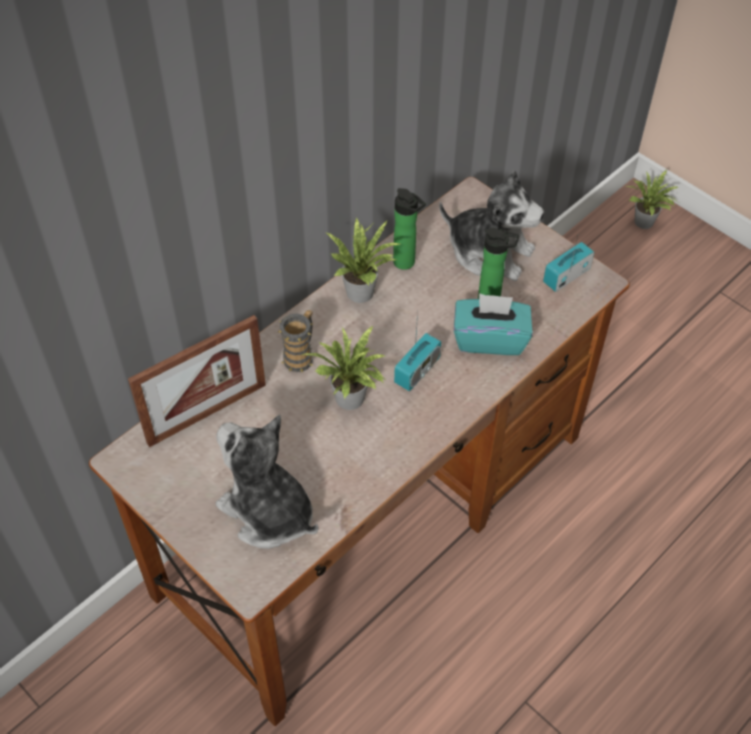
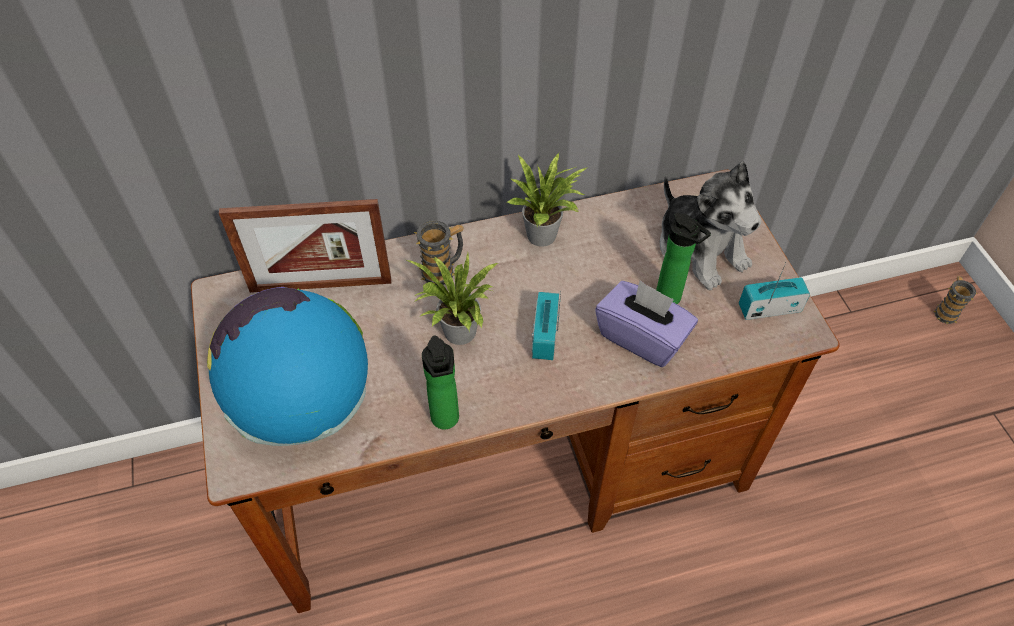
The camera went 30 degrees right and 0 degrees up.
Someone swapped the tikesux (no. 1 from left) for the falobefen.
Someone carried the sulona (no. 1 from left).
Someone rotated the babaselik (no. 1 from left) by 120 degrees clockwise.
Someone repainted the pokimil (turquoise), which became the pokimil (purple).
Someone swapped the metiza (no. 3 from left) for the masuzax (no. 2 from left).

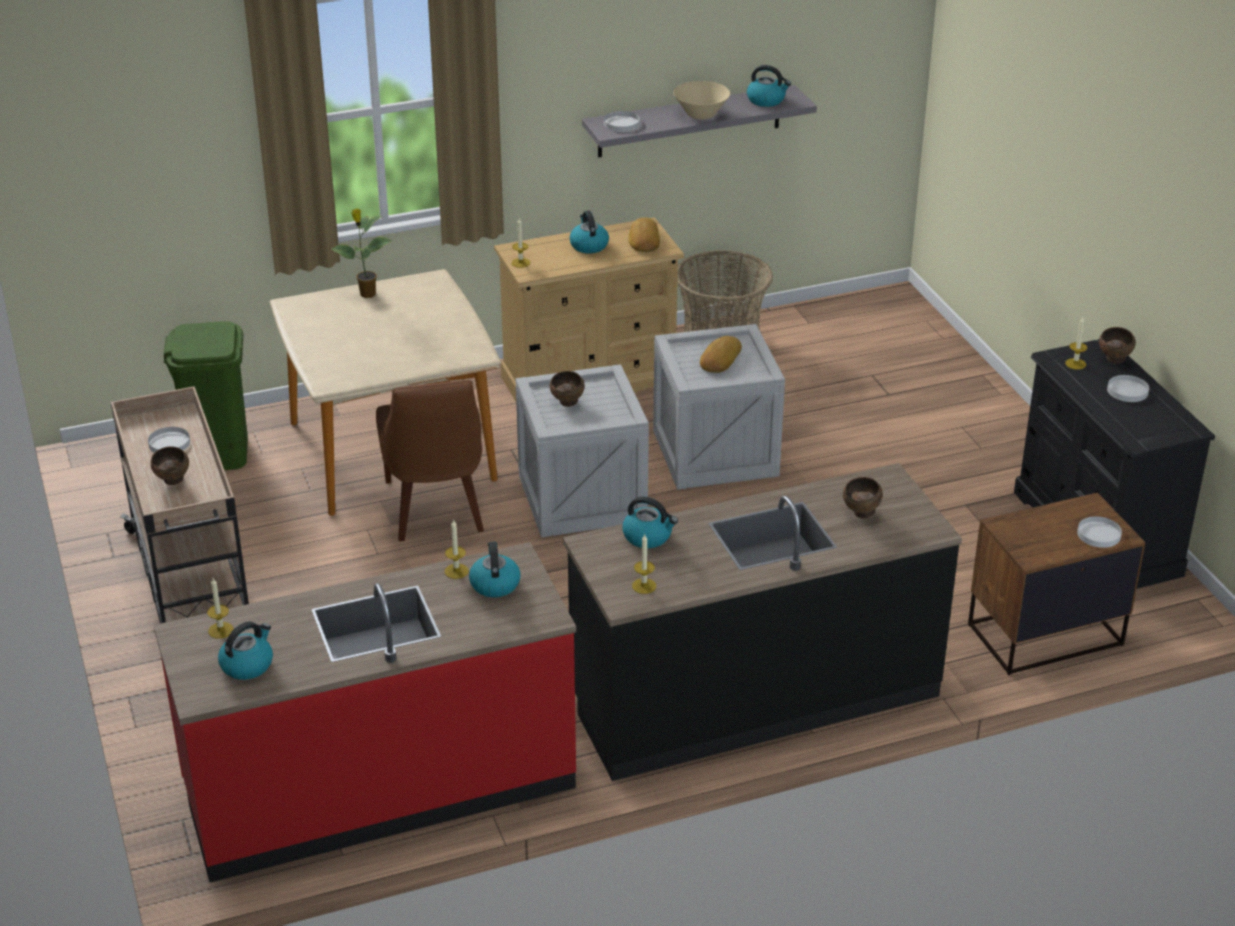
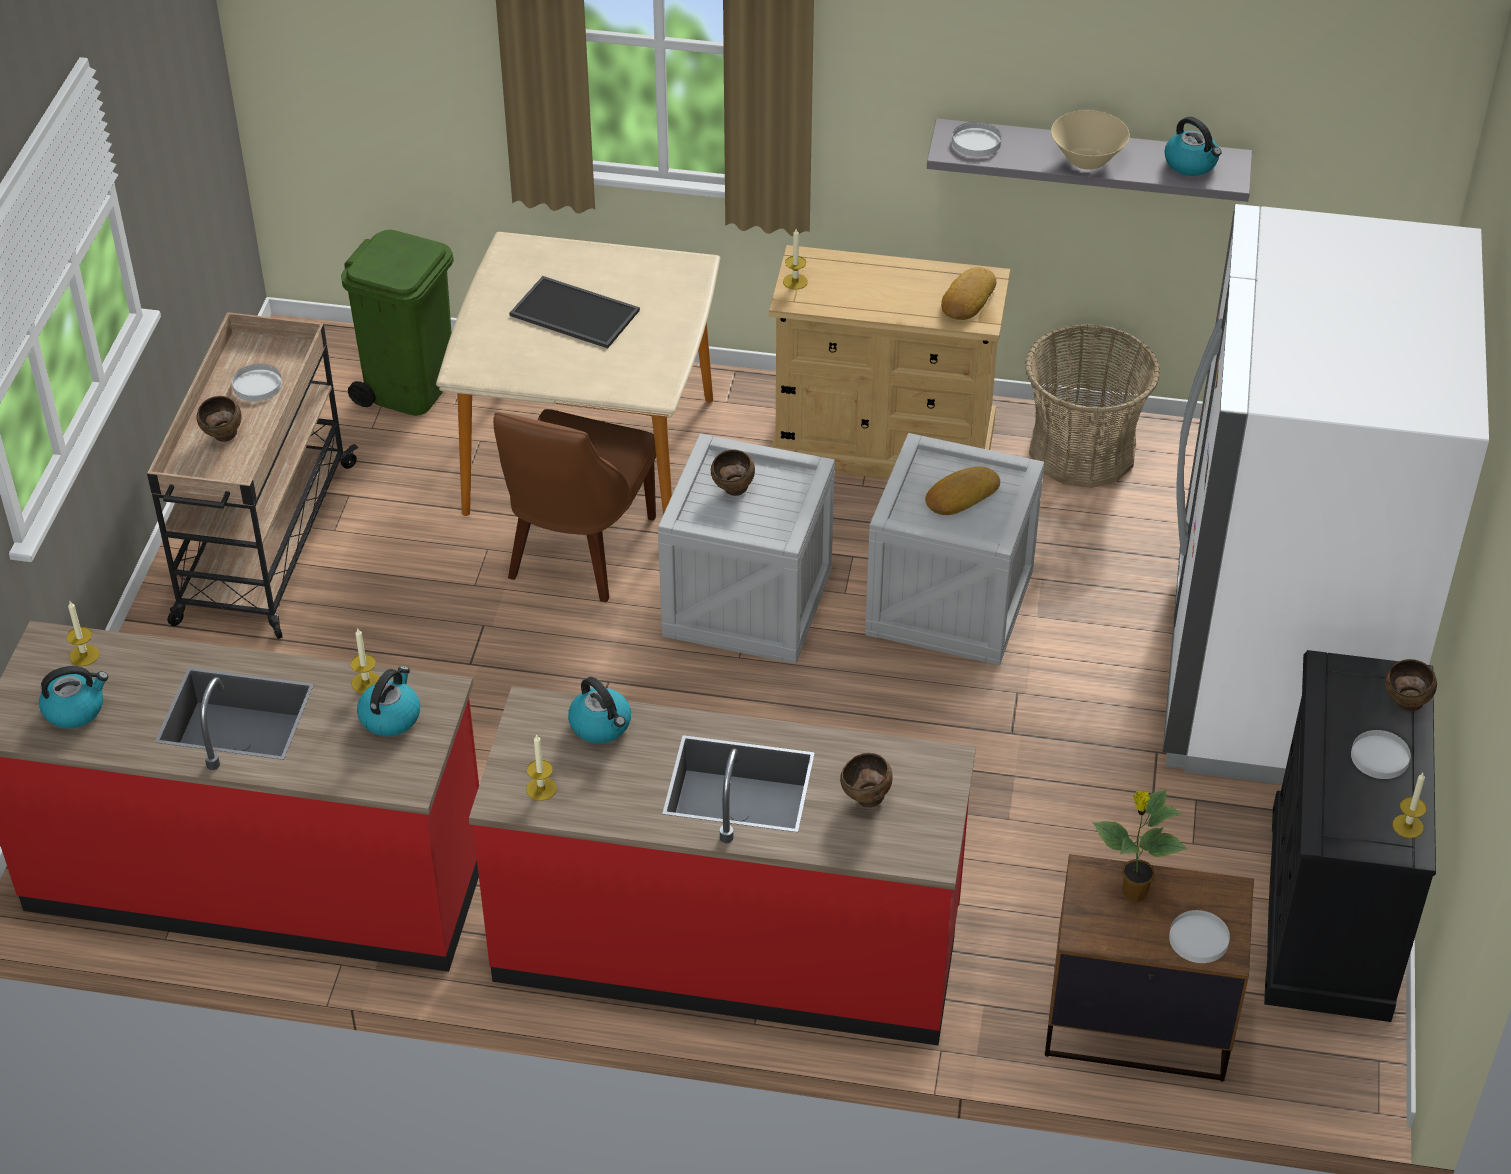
The camera went 30 degrees right and 10 degrees up.
Someone carried the metiza.
Someone repainted the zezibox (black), which became the zezibox (red) (no. 2 from left).
Someone took away the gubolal (no. 3 from left).
Someone carried the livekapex (no. 5 from left).
Someone put down the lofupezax.
Someone put down the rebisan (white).

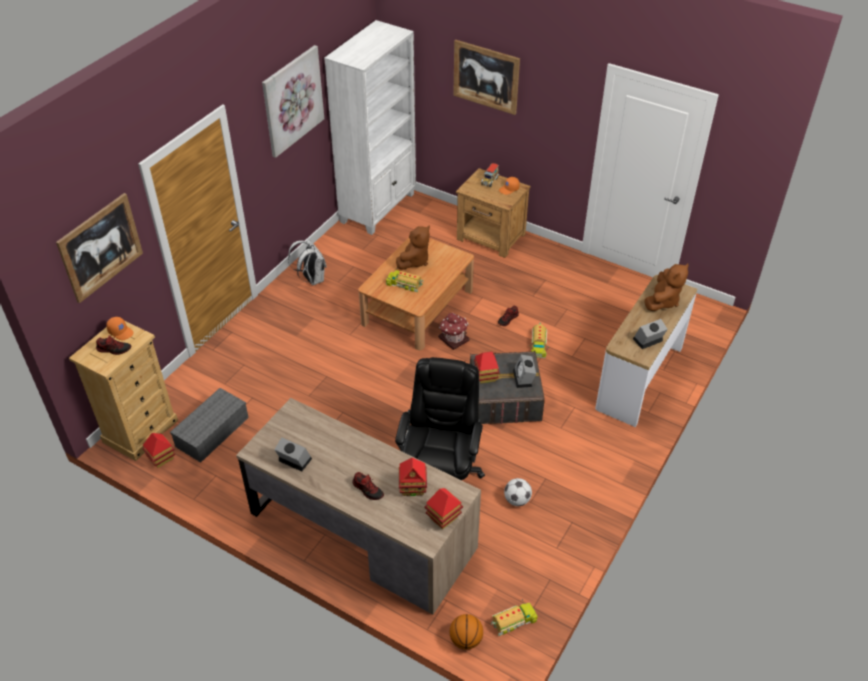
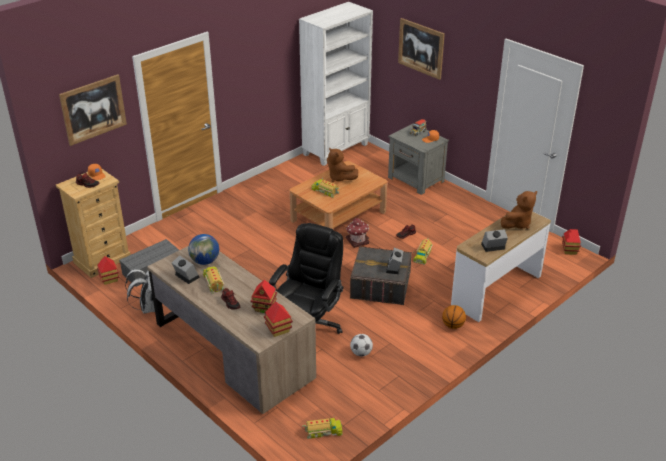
The camera went 15 degrees right and 10 degrees down.
Someone took away the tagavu (no. 2 from left).
Someone carried the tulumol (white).
Someone rotated the tikesux (brown) (no. 1 from left) by 90 degrees clockwise.
Someone carried the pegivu.
Someone repainted the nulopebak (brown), which became the nulopebak (grey).
Someone carried the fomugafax (no. 5 from left).
Someone put down the falobefen.
Someone put down the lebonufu (no. 1 from left).

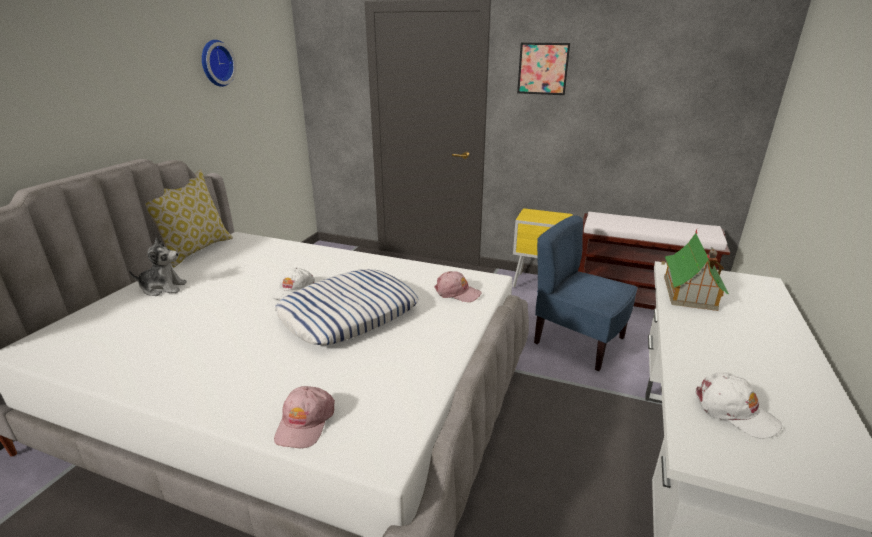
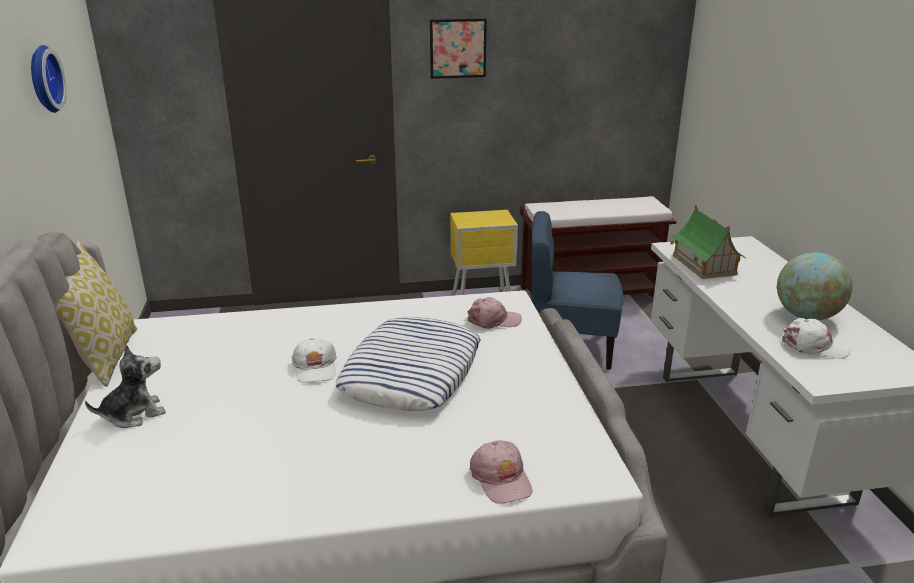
The camera went 30 degrees left and 0 degrees up.
Someone put down the falobefen.

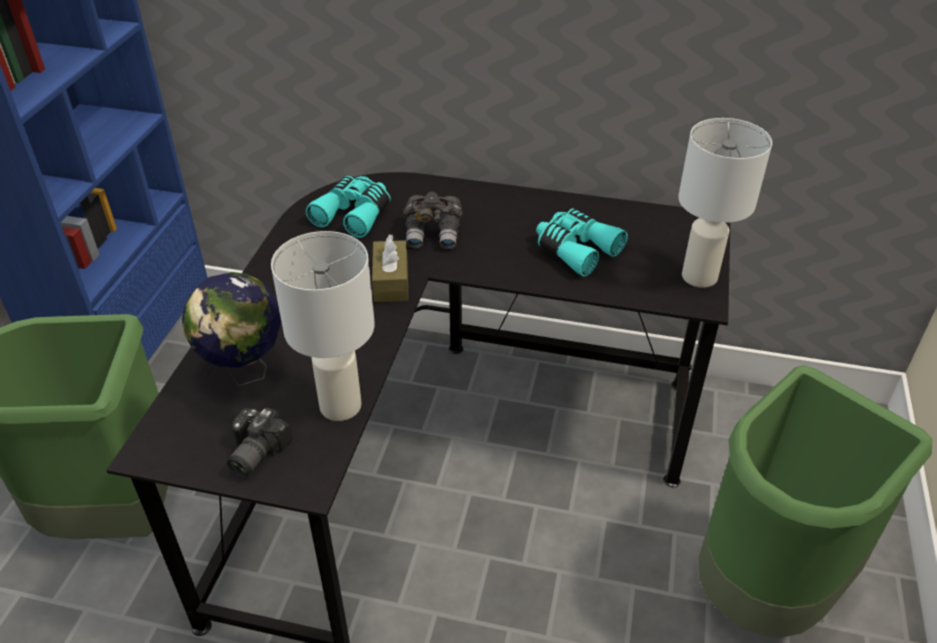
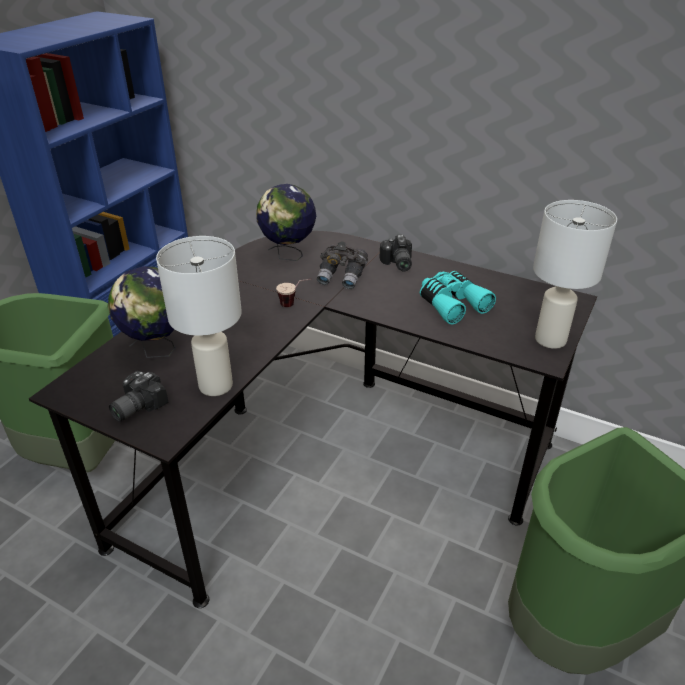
The camera went 15 degrees right and 5 degrees down.
Someone swapped the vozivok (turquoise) (no. 1 from left) for the falobefen (no. 2 from left).
Someone swapped the pokimil (brown) for the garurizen.
Someone put down the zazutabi (no. 2 from left).

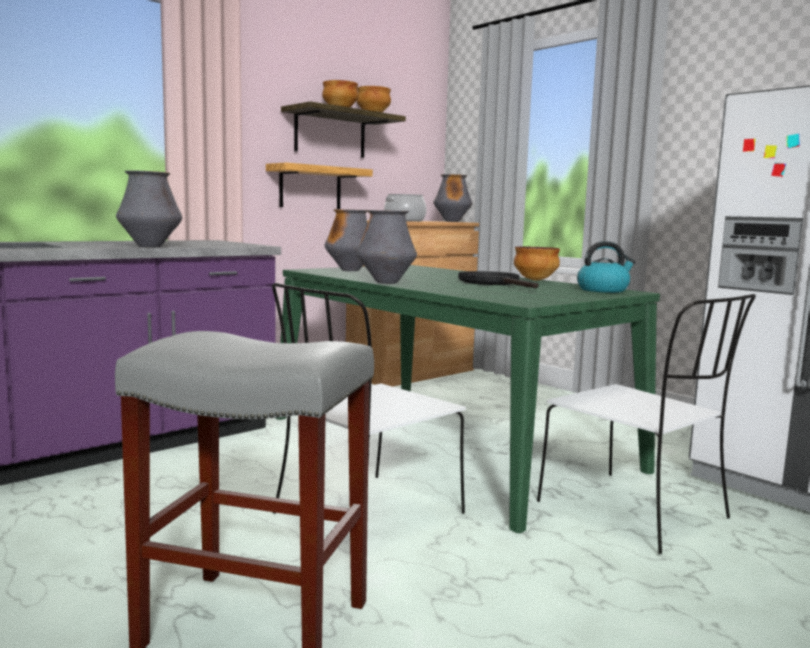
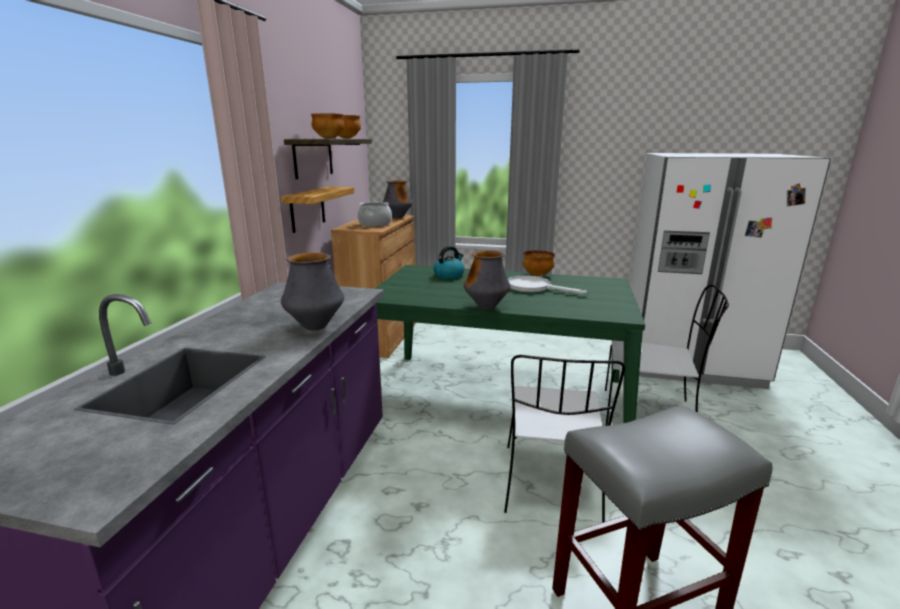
The camera went 35 degrees left and 10 degrees up.
Someone took away the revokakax (no. 2 from left).
Someone repainted the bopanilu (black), which became the bopanilu (white).
Someone carried the gubolal.

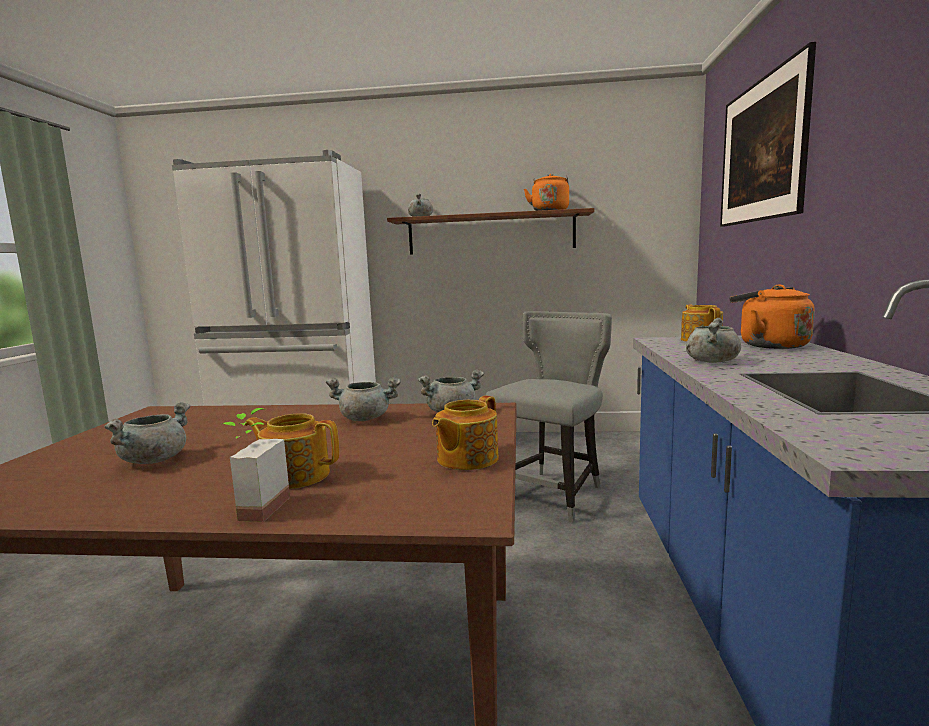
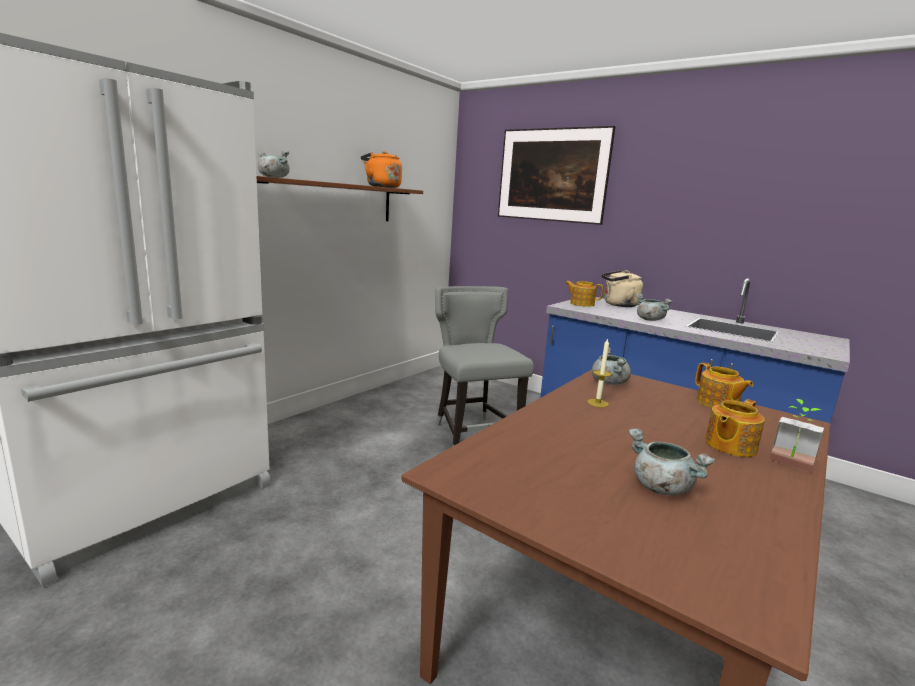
The camera went 60 degrees left and 5 degrees up.
Someone swapped the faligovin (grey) (no. 2 from left) for the livekapex.
Someone repainted the gubolal (orange) (no. 2 from left), which became the gubolal (beige).

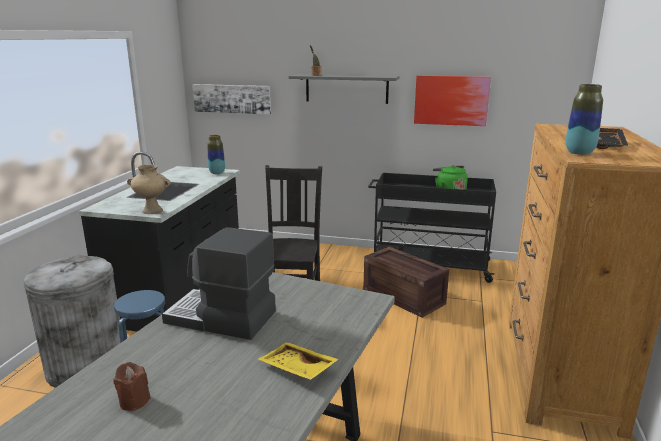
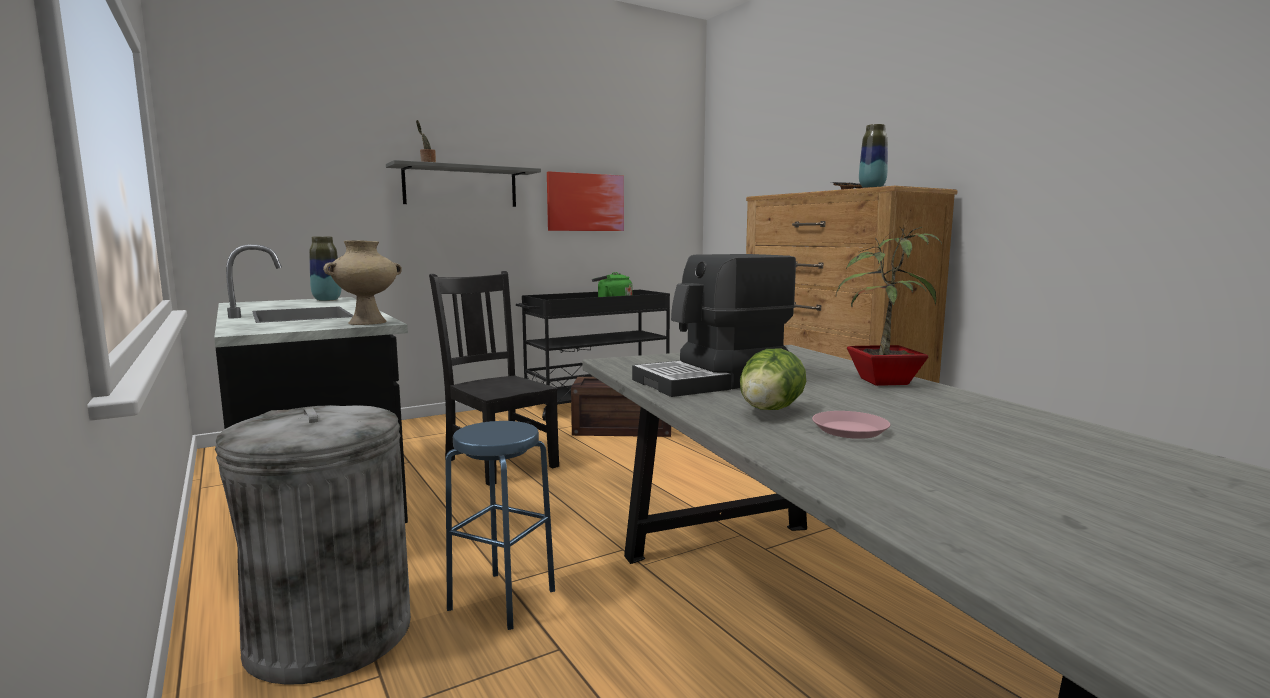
The camera went 45 degrees left and 10 degrees down.
Someone swapped the livekapex (brown) for the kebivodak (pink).
Someone took away the tagavu (no. 1 from left).
Someone swapped the lofupezax (yellow) for the metiza (no. 2 from left).
Someone put down the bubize.

